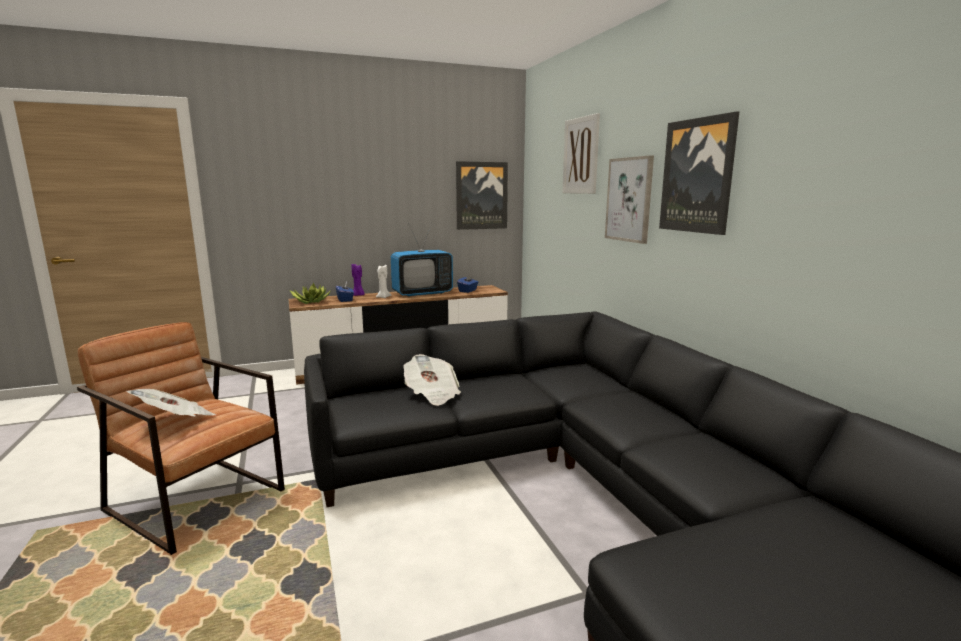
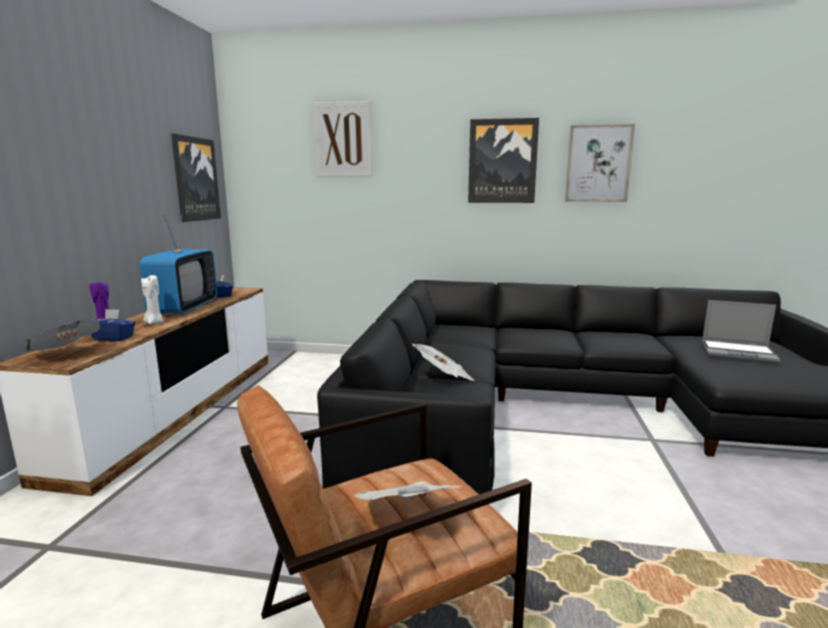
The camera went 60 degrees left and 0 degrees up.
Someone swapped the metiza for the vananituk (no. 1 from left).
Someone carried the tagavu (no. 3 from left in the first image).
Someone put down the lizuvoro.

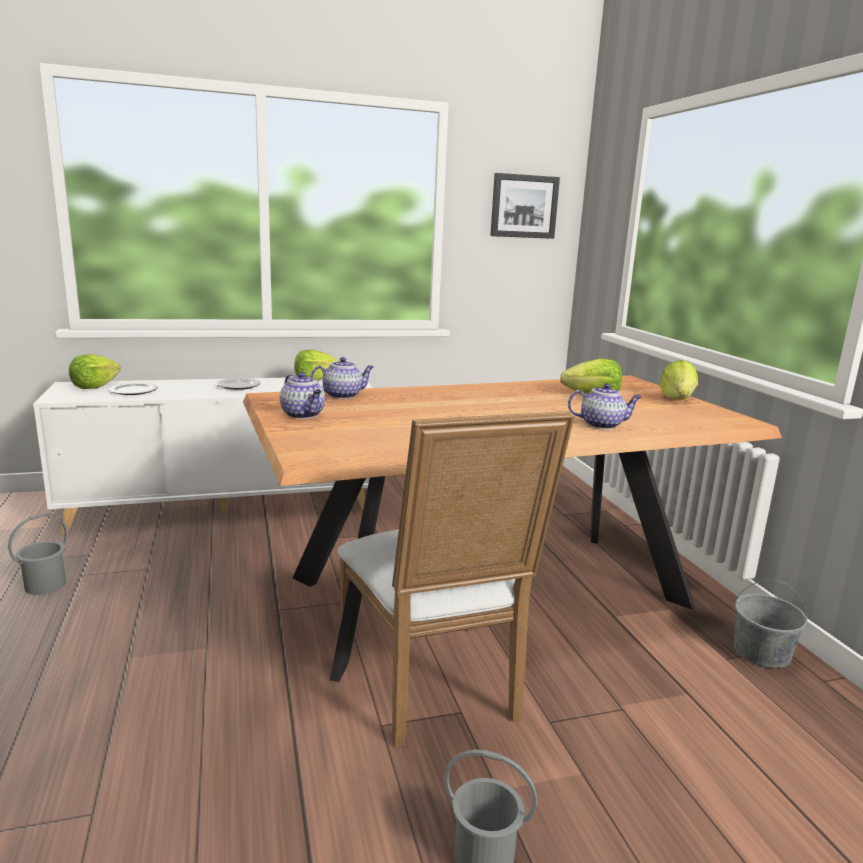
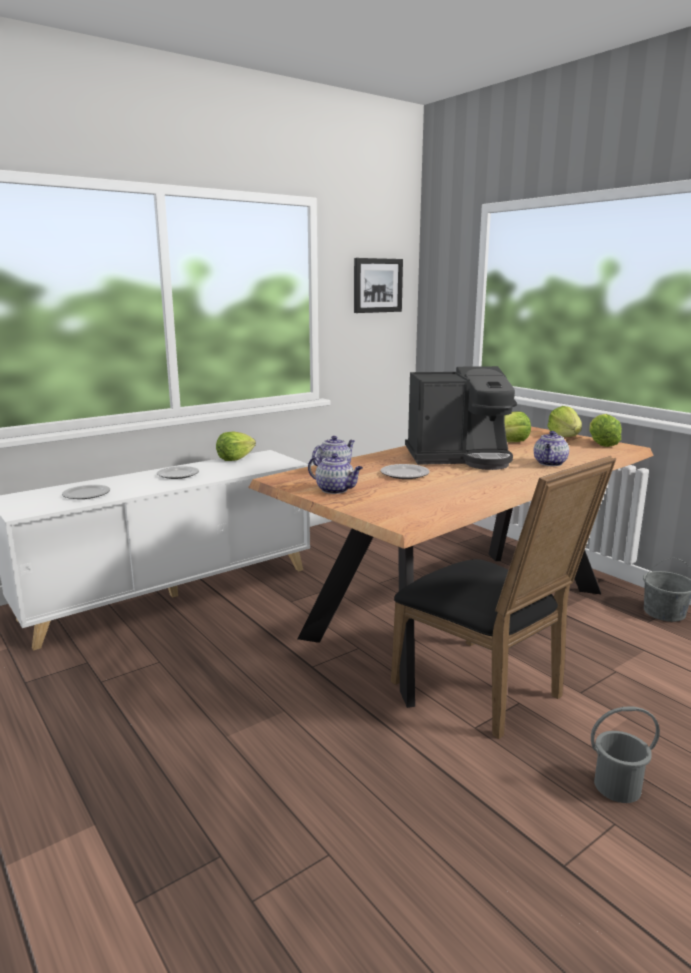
The camera went 20 degrees left and 0 degrees up.
Someone took away the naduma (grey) (no. 1 from left).
Someone carried the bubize (no. 1 from left in the first image).
Someone repainted the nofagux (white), which became the nofagux (black).
Someone rotated the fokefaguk (no. 3 from left) by 135 degrees clockwise.
Someone put down the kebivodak (no. 3 from left).
Someone put down the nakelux.

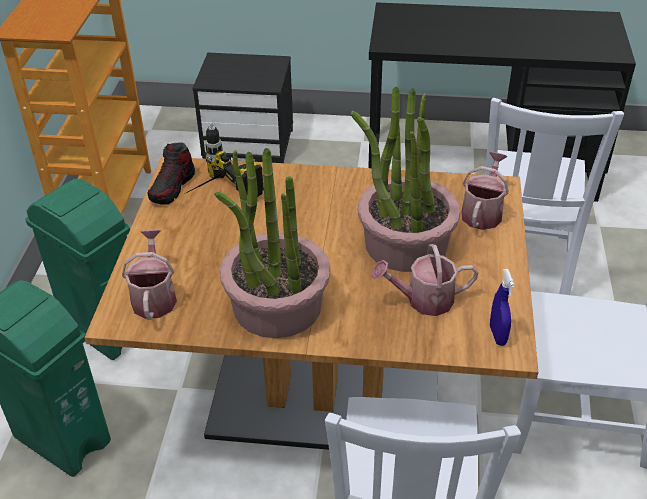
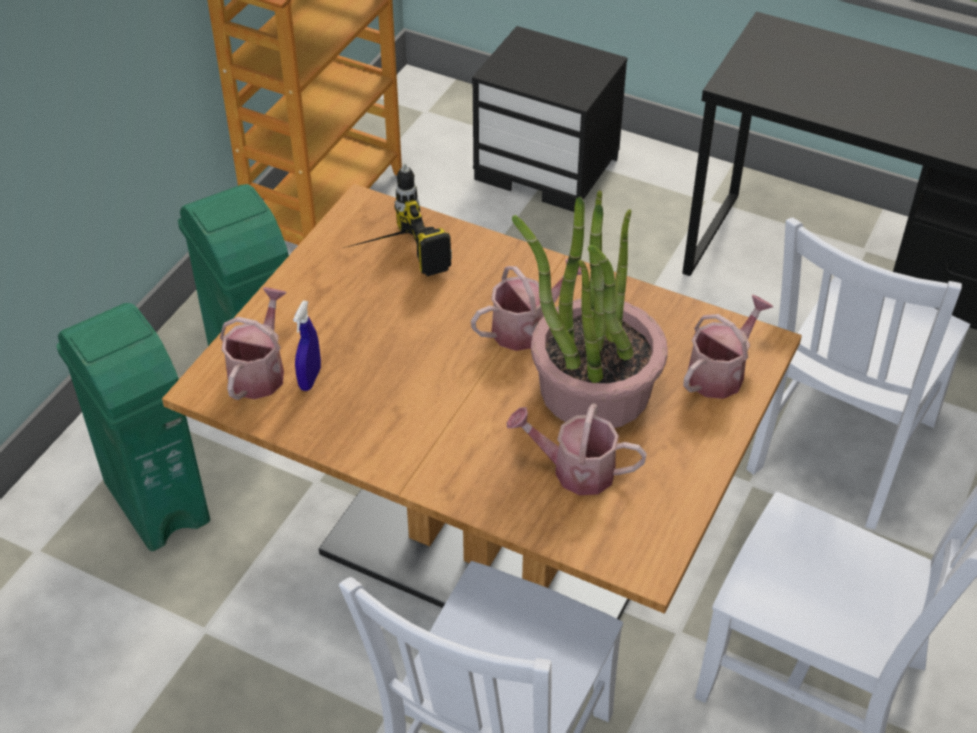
The camera went 20 degrees right and 5 degrees up.
Someone took away the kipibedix.
Someone took away the metiza (no. 1 from left).
Someone carried the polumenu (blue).
Someone put down the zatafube (no. 2 from left).

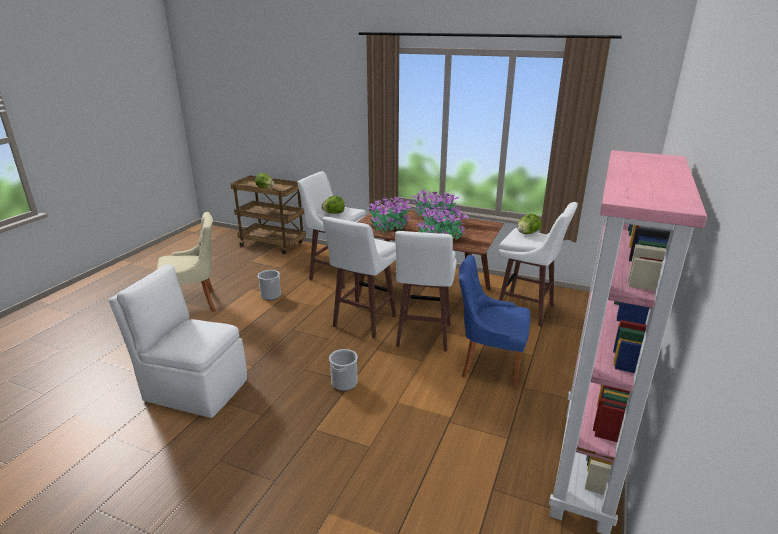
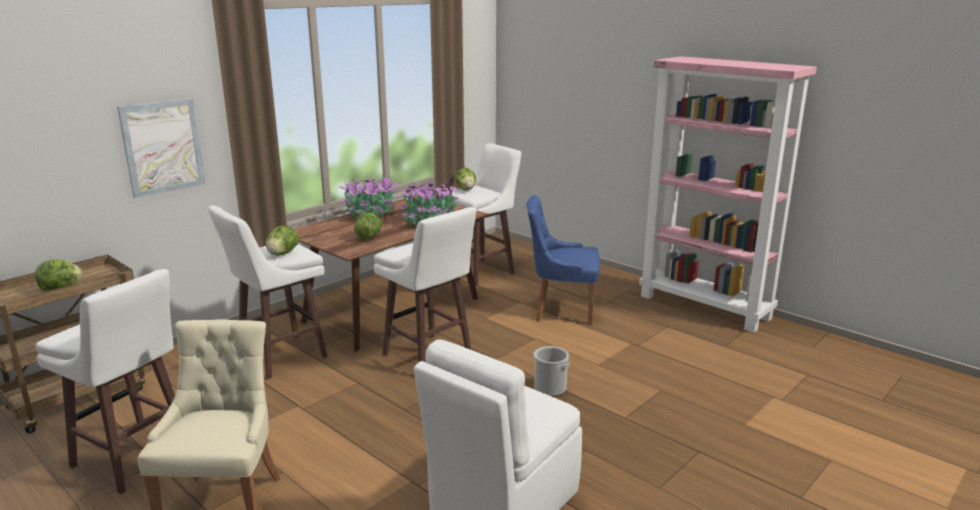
The camera went 70 degrees left and 5 degrees down.
Someone took away the naduma (no. 1 from left).
Someone swapped the metiza (no. 1 from left) for the bubize (no. 3 from left).
Someone carried the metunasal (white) (no. 3 from left in the first image).
Someone rotated the nofagux (blue) by 60 degrees clockwise.
Someone put up the tagavu.

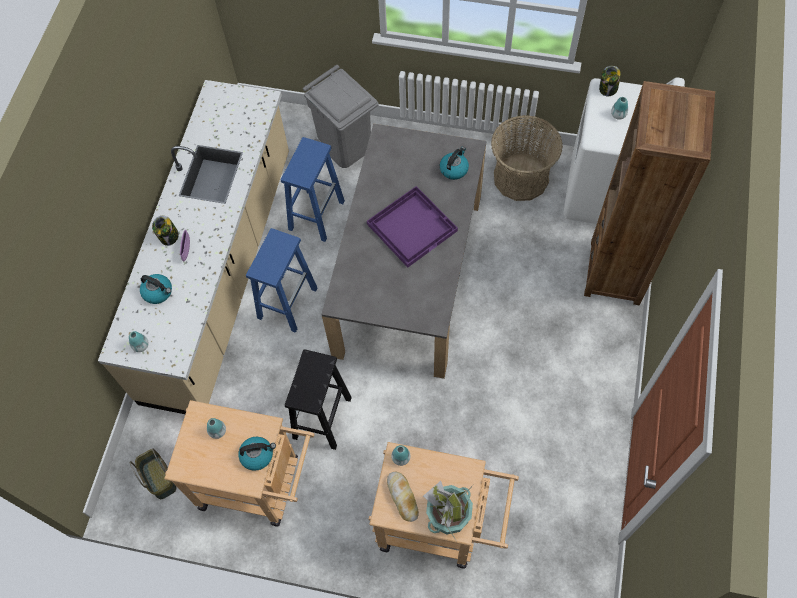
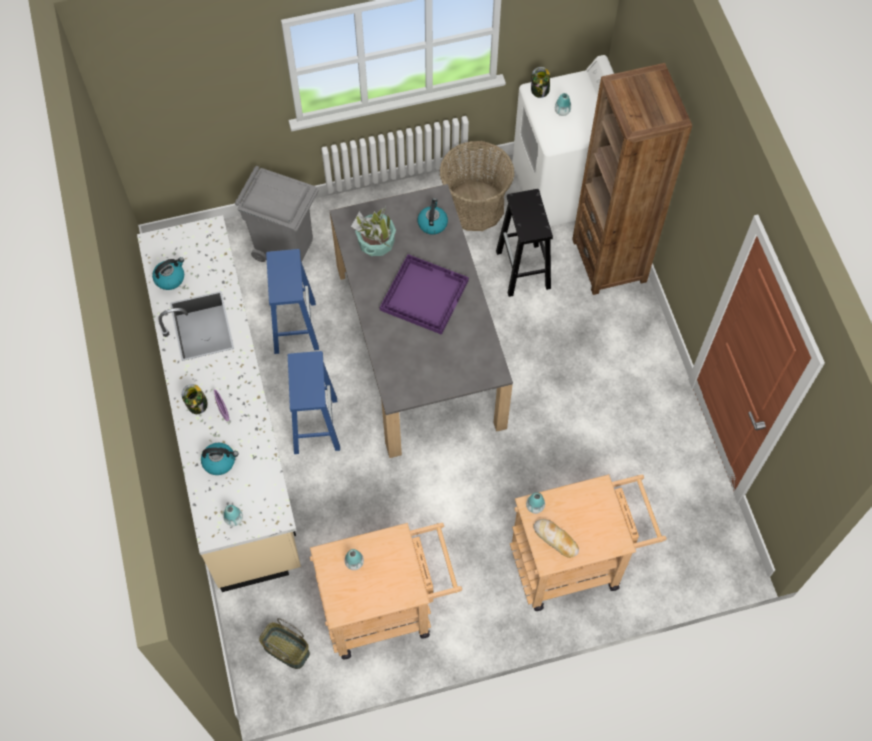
The camera went 30 degrees left and 0 degrees up.
Someone carried the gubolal (no. 2 from left in the first image).
Someone carried the metunasal (black).
Someone carried the metiza.

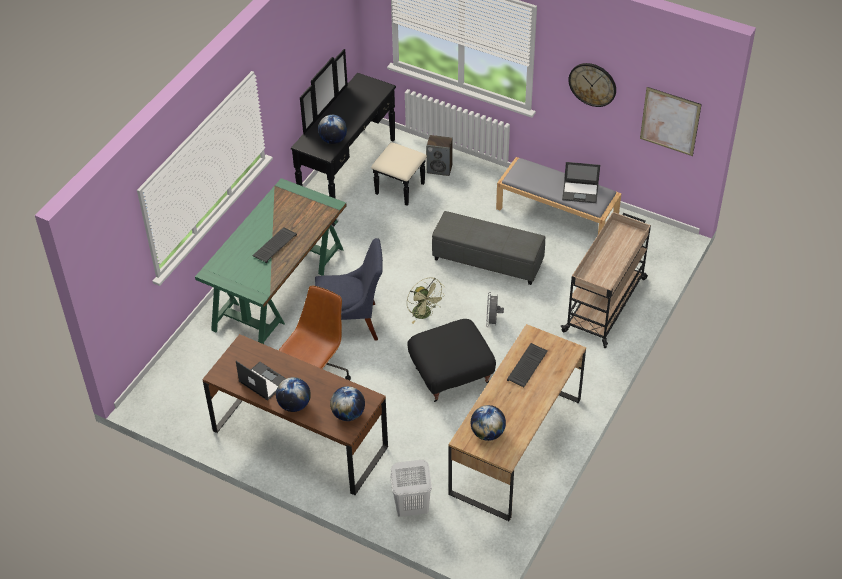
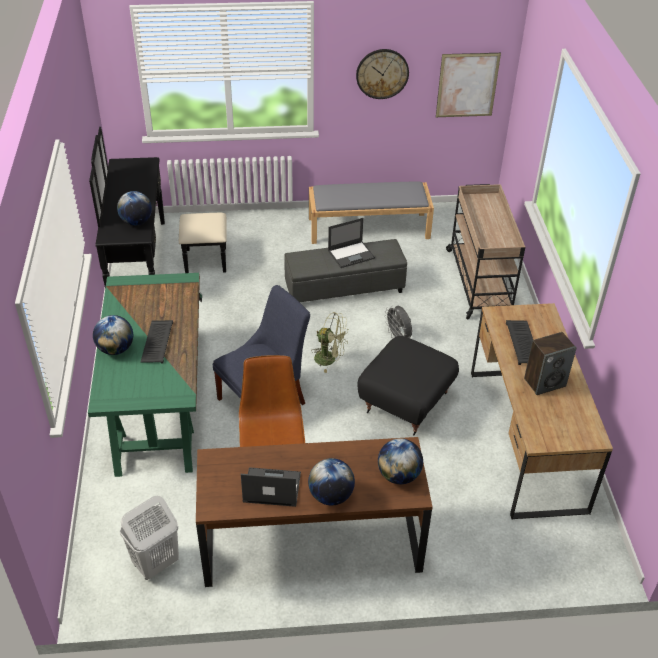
The camera went 35 degrees left and 5 degrees down.
Someone carried the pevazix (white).
Someone carried the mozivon.
Someone carried the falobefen (no. 4 from left in the first image).
Someone carried the lizuvoro (no. 2 from left).

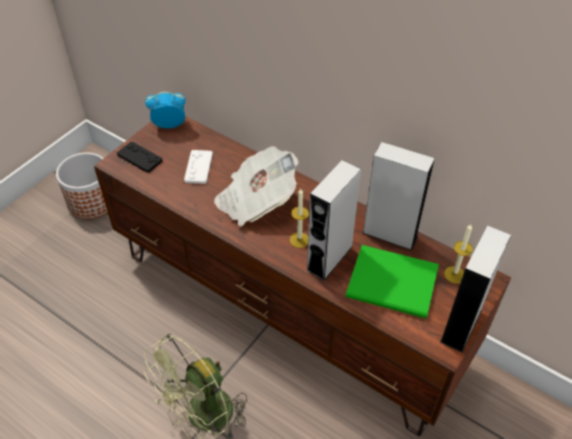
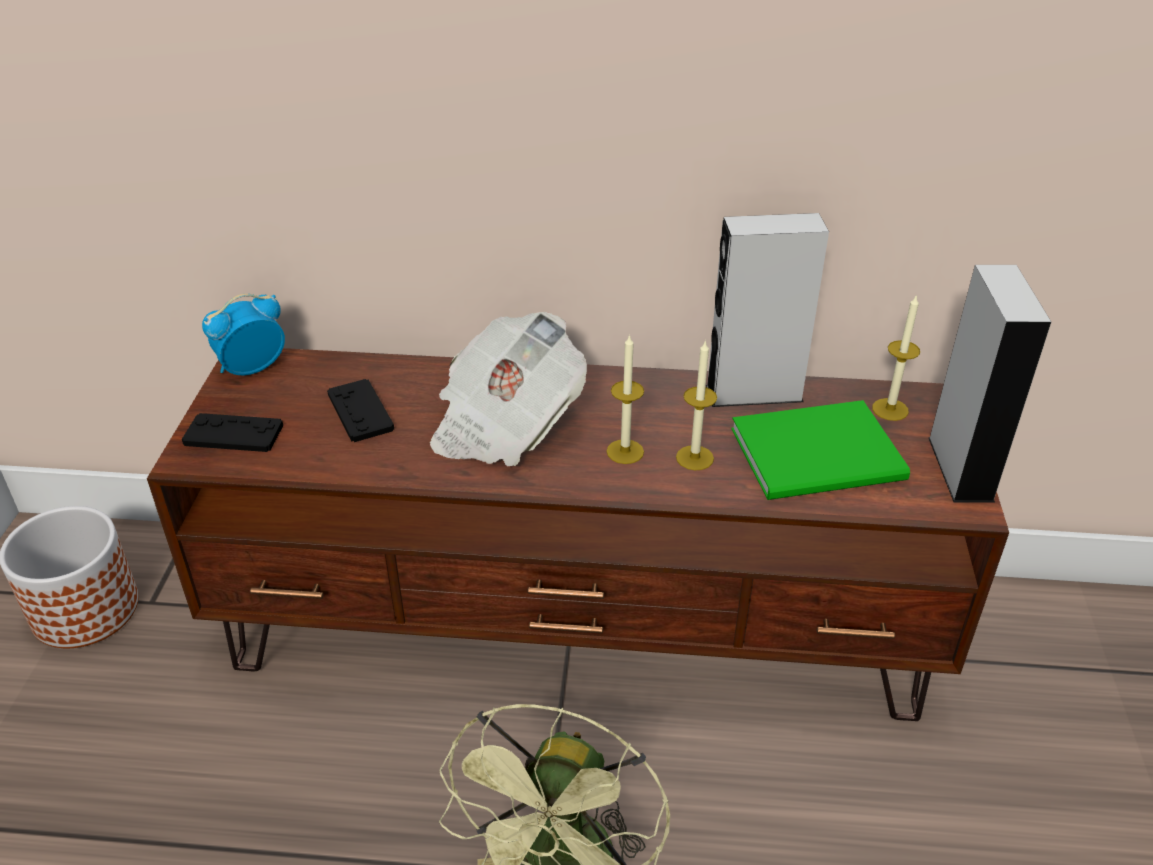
The camera went 30 degrees left and 10 degrees down.
Someone repainted the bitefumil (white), which became the bitefumil (black) (no. 2 from left).
Someone swapped the mozivon (grey) (no. 1 from left) for the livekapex (no. 2 from left).

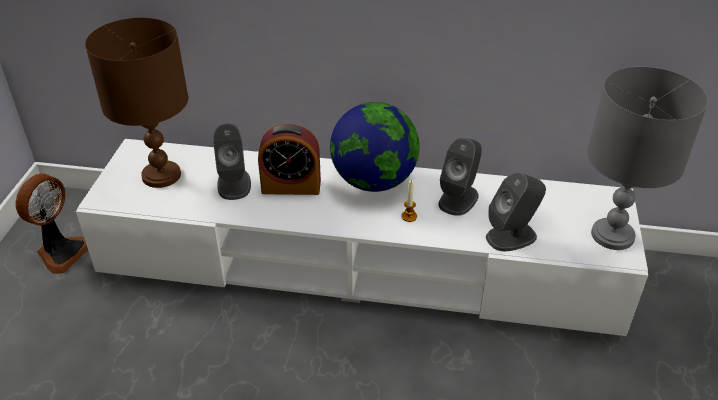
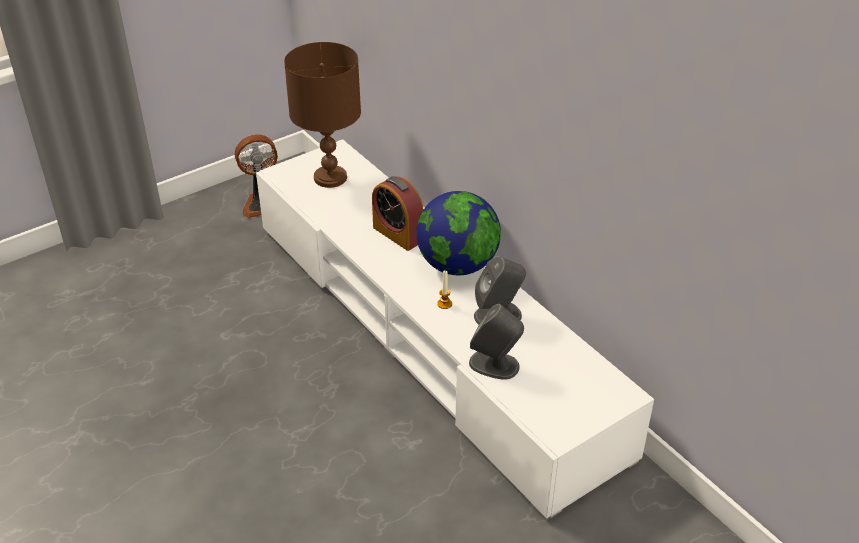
The camera went 45 degrees right and 0 degrees up.
Someone took away the mozivon (grey) (no. 1 from left).
Someone took away the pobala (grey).

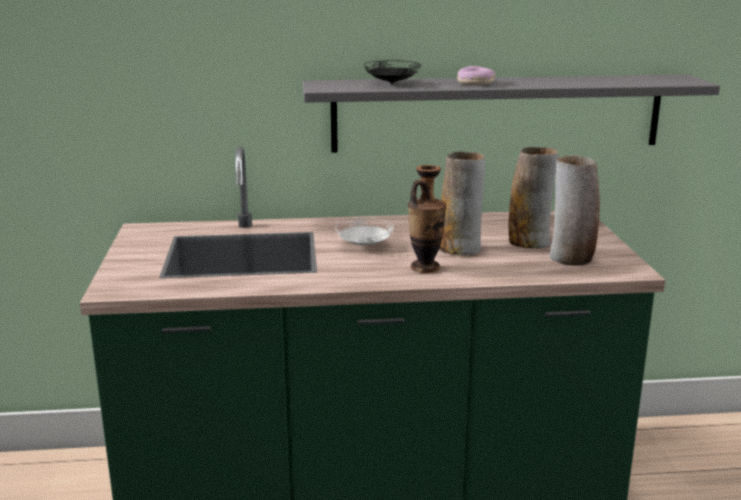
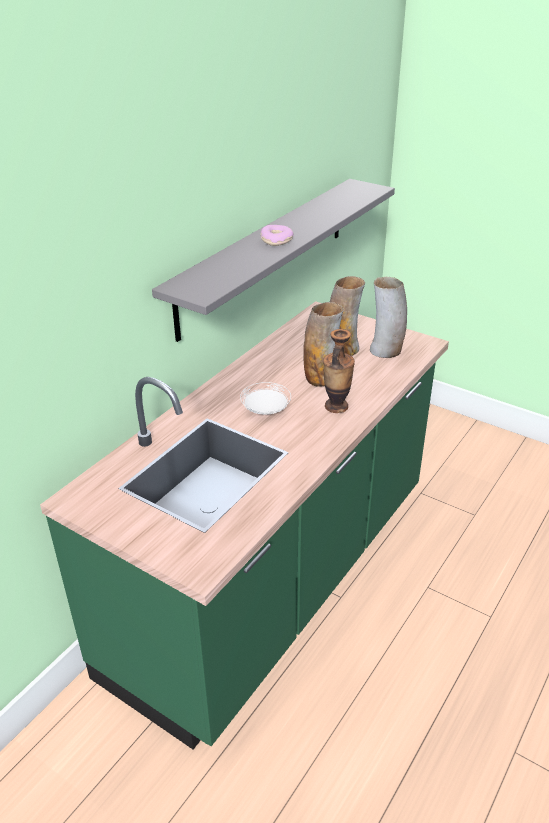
The camera went 50 degrees left and 15 degrees up.
Someone took away the kebivodak (black).

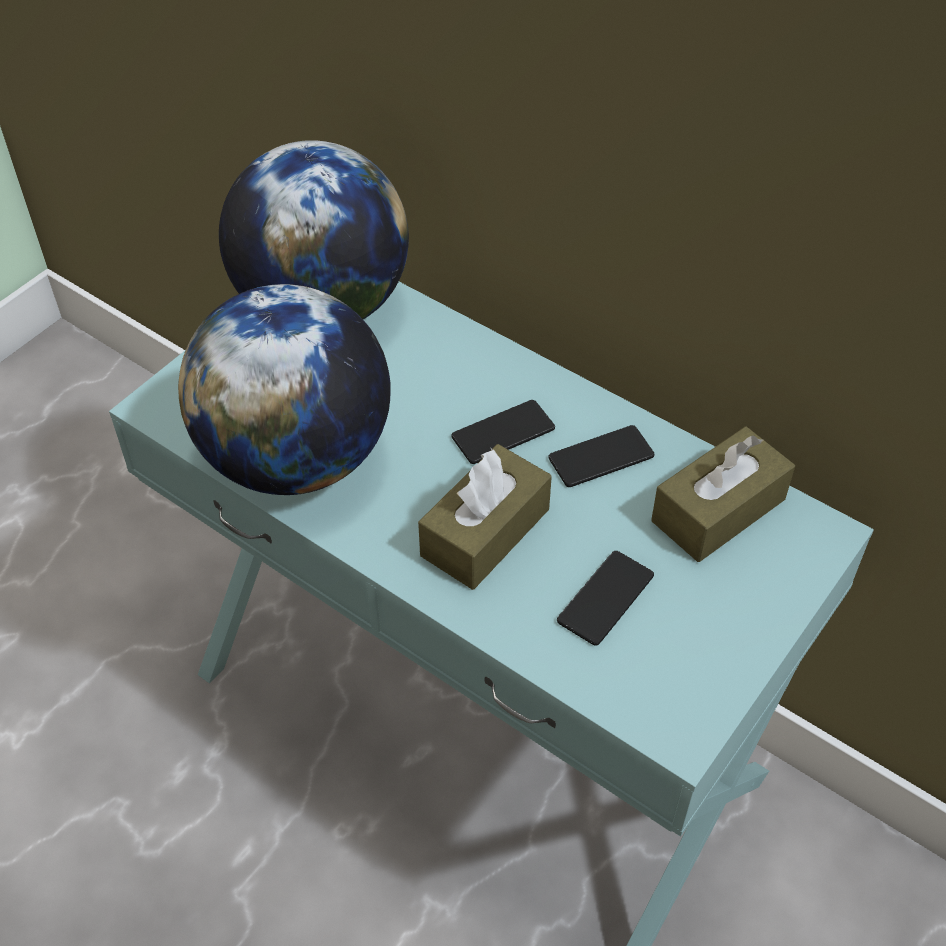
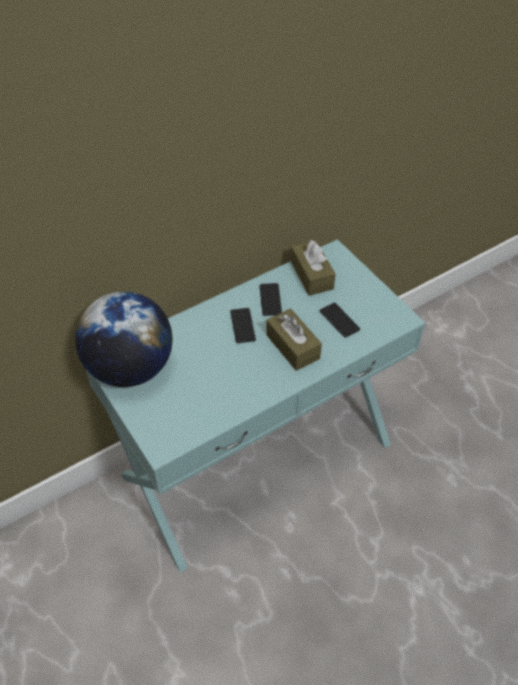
The camera went 70 degrees left and 0 degrees up.
Someone took away the falobefen (no. 1 from left).

